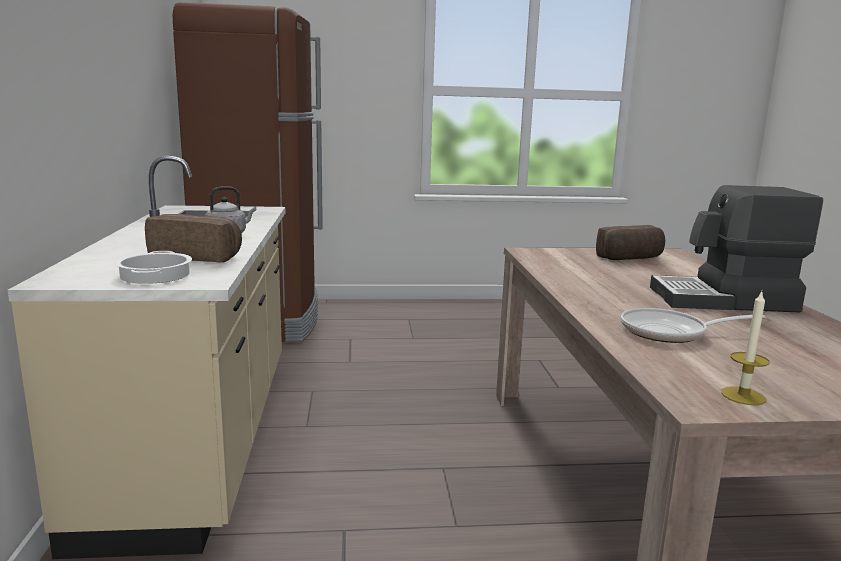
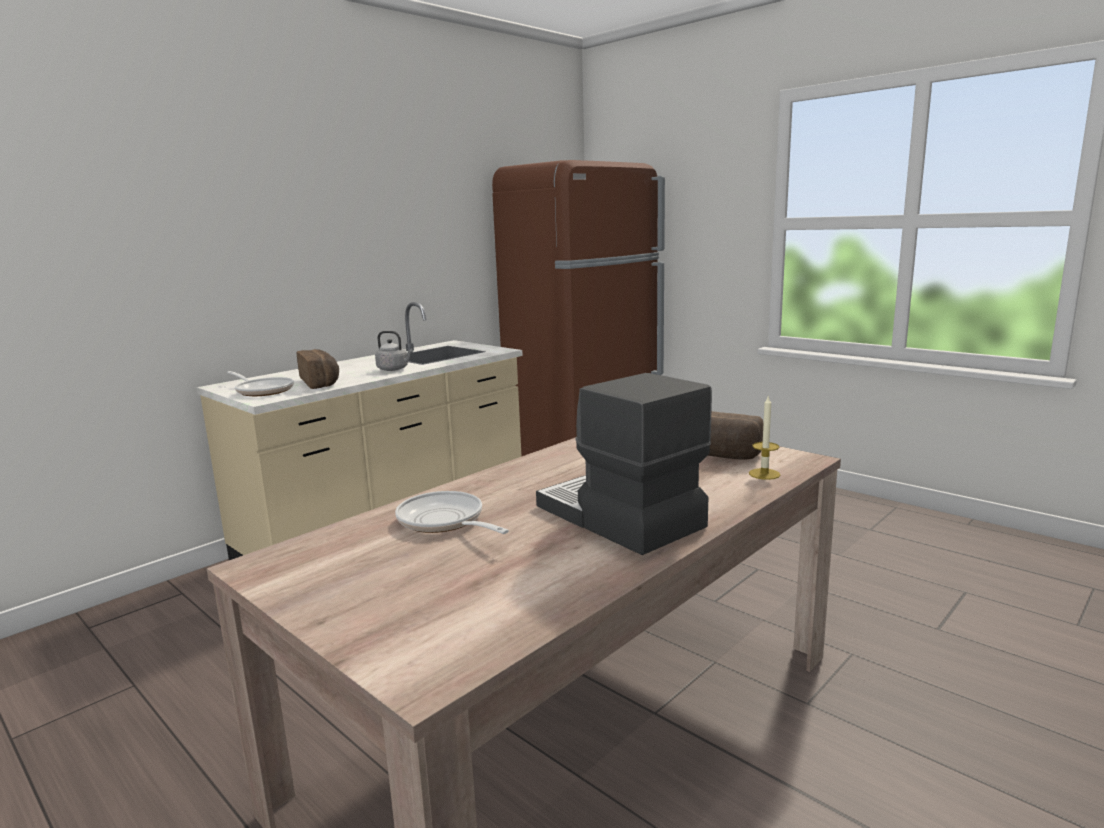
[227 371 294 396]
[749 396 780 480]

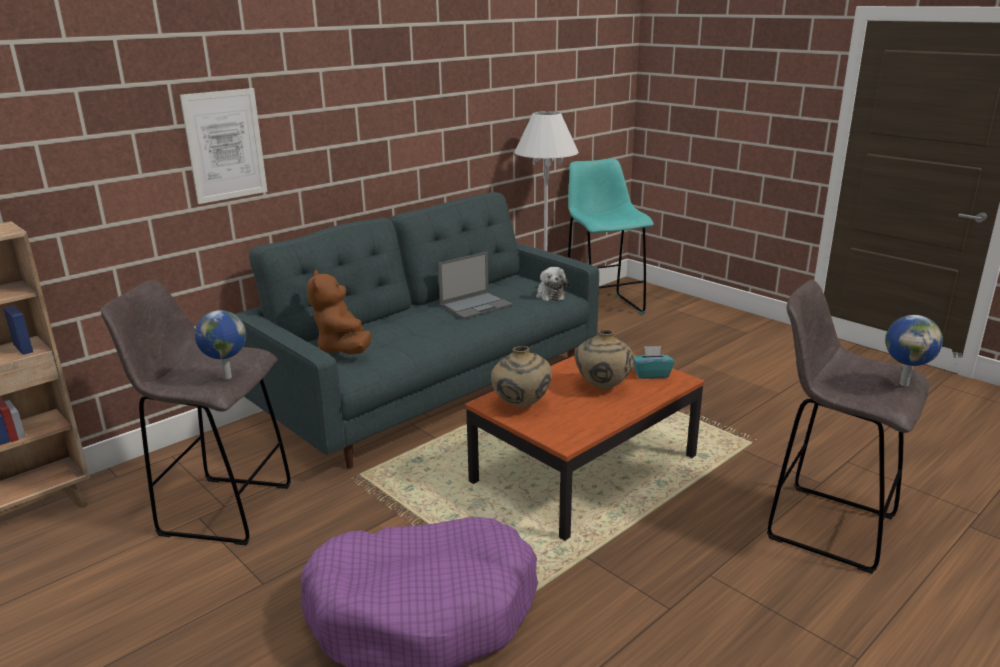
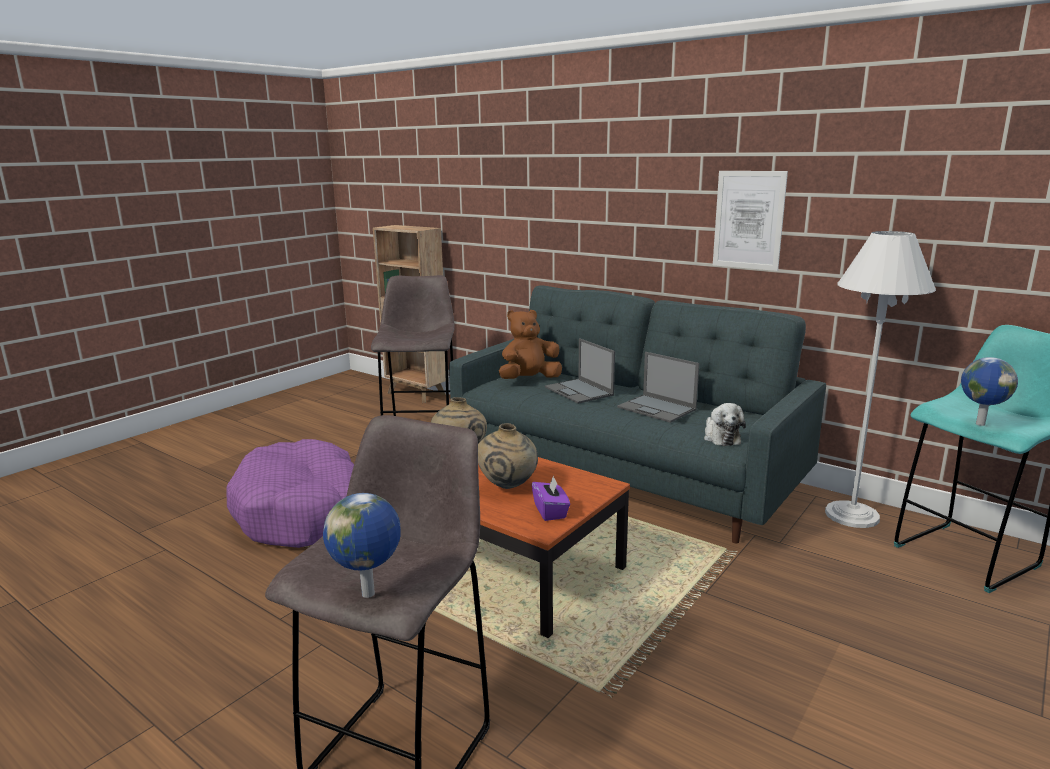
[532 475 570 521]
[545 338 615 404]
[704 403 746 446]
[713 171 788 271]
[961 357 1018 426]

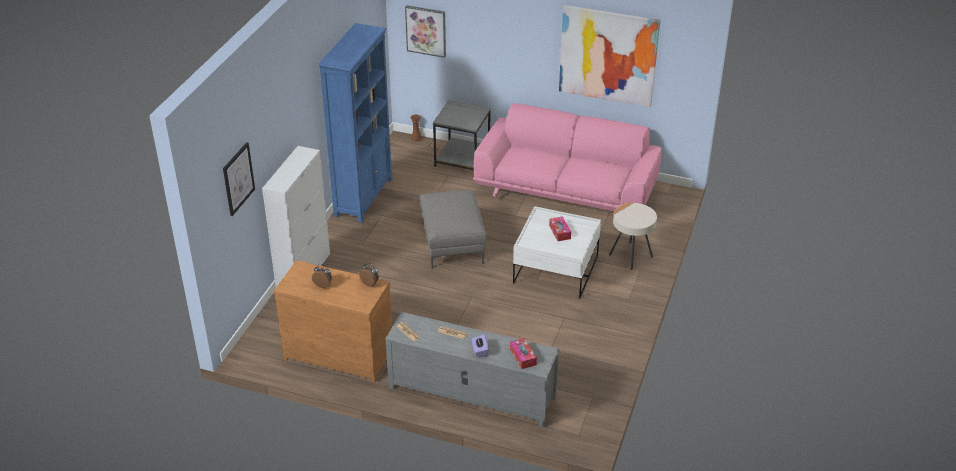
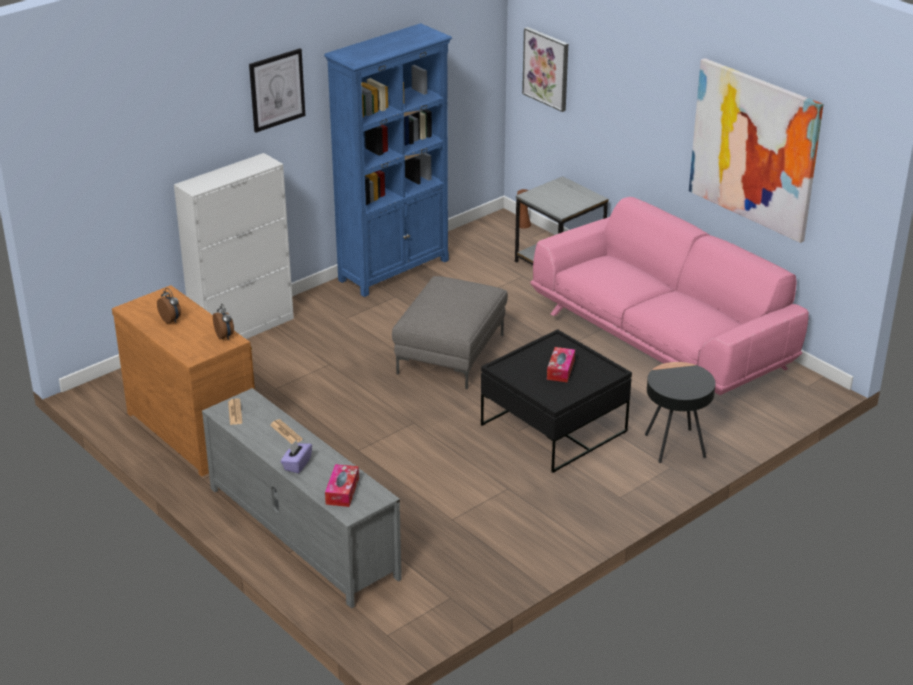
[249 48 305 133]
[481 329 632 473]
[645 362 716 463]

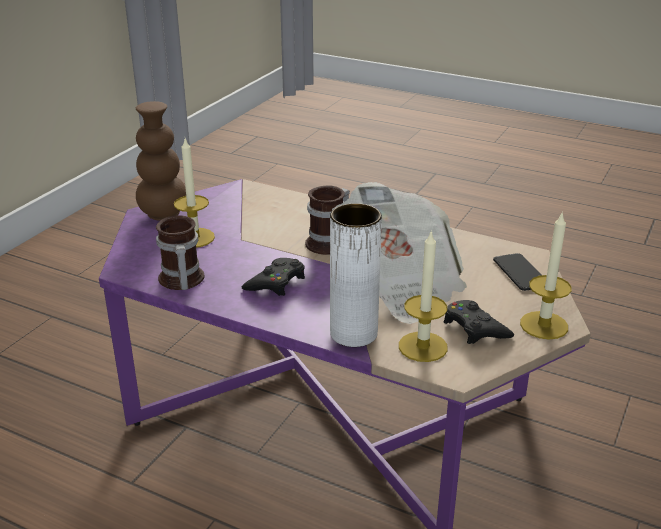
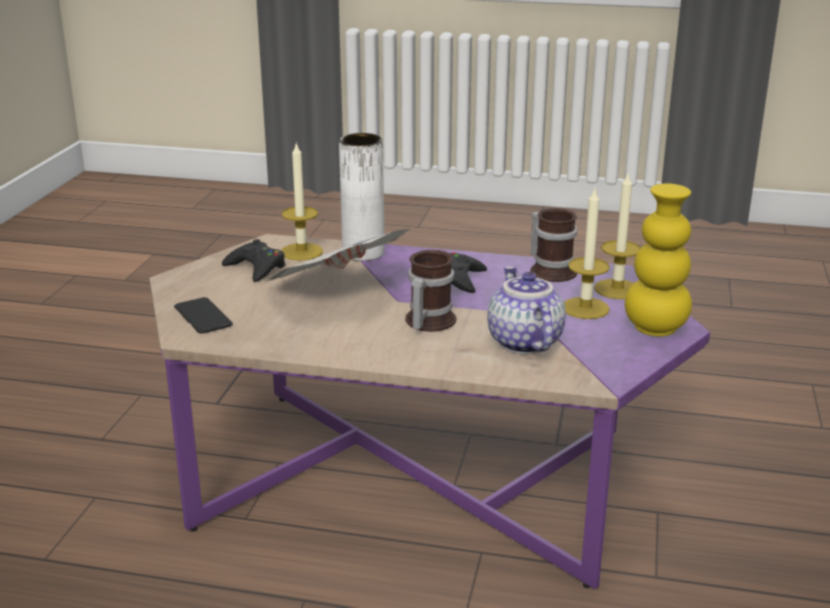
[487 266 566 354]
[594 171 641 299]
[625 184 692 336]

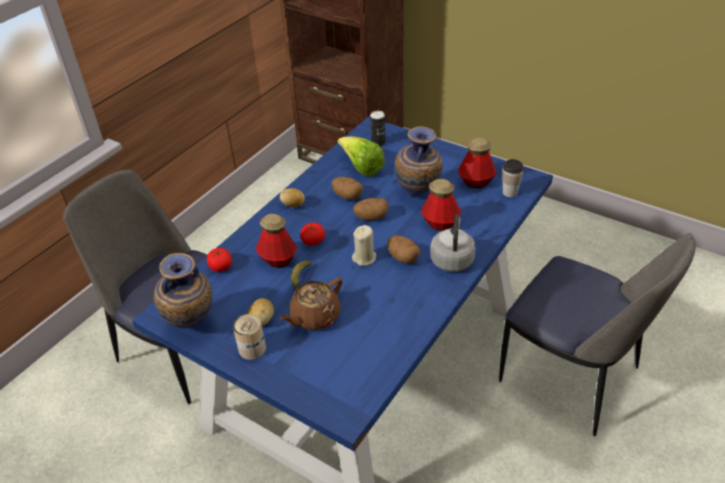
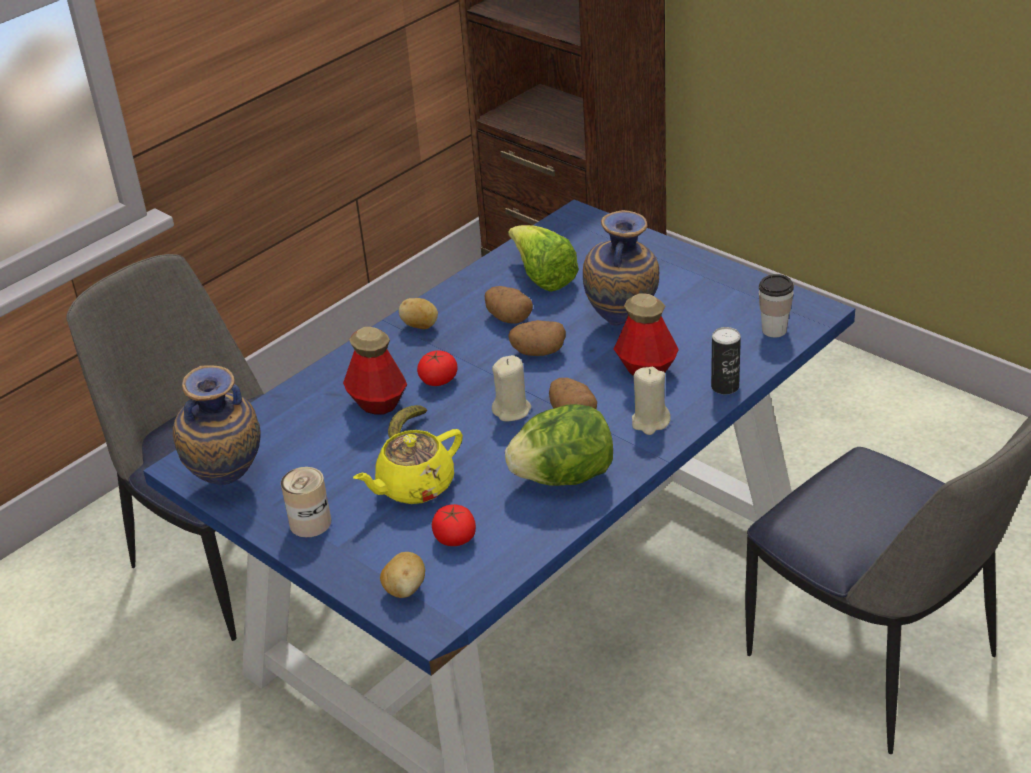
[353 429 463 504]
[380 552 425 598]
[432 504 476 546]
[505 404 613 486]
[632 367 671 435]
[711 327 741 394]
[458 138 496 188] (first image)

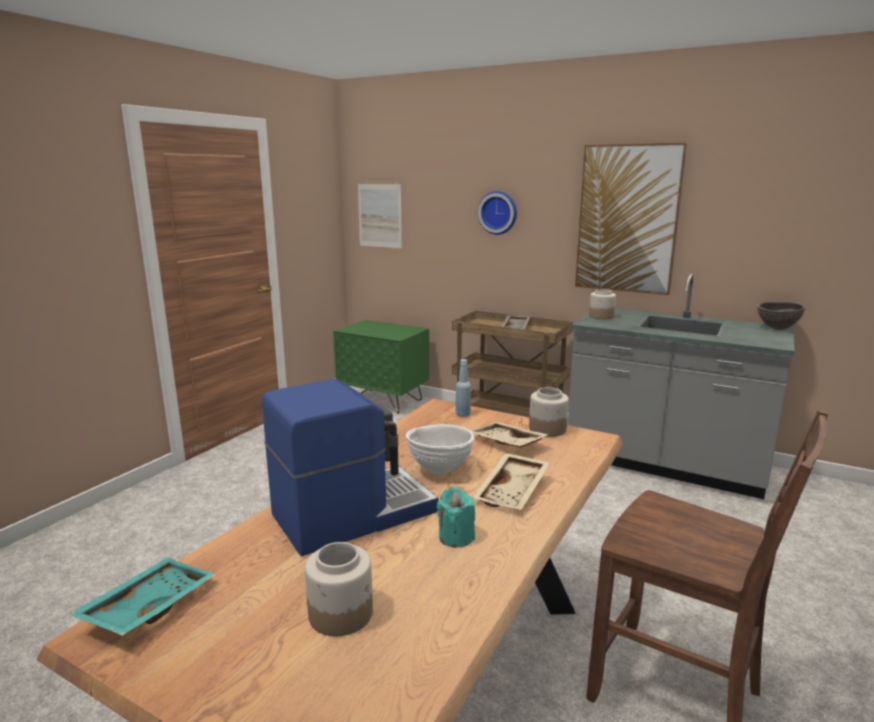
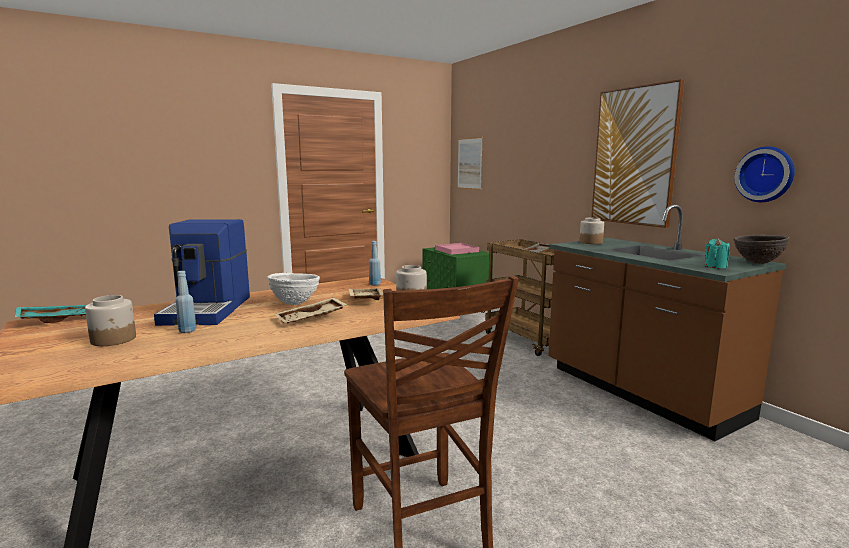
[154 219 250 326]
[176 271 196 333]
[435 243 479 255]
[548 204 786 441]
[705 238 730 269]
[734 146 795 202]

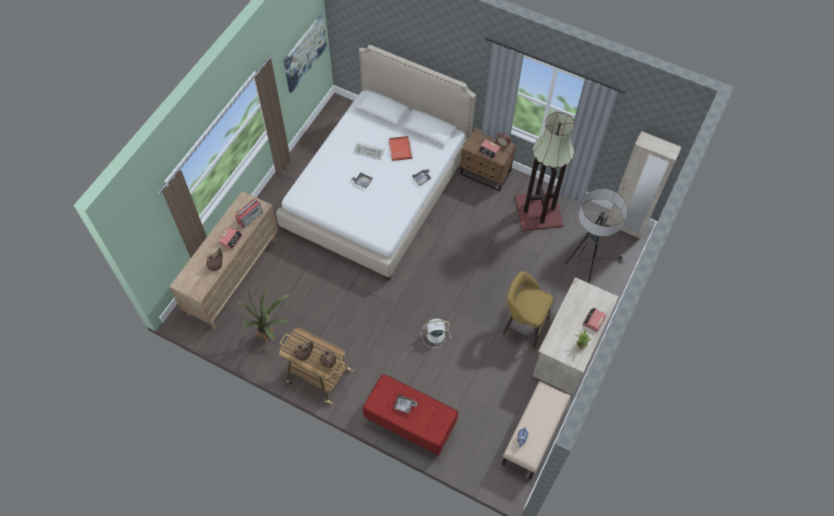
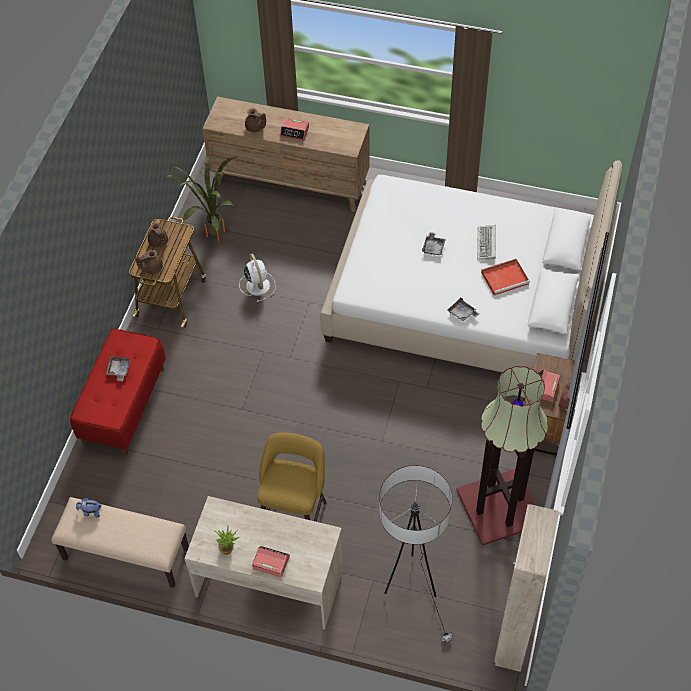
[239 254 276 302]
[235 199 263 228] (first image)
[284 14 327 93] (first image)

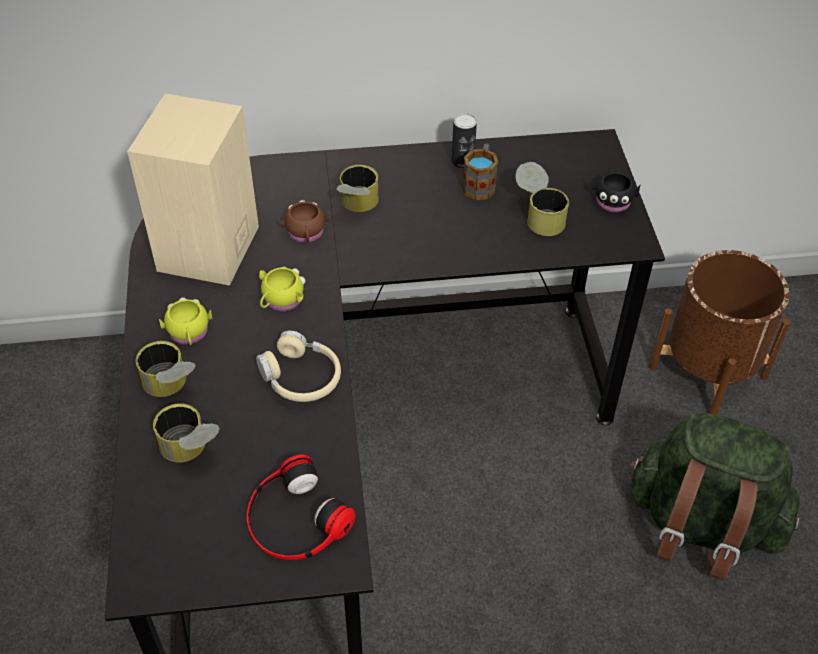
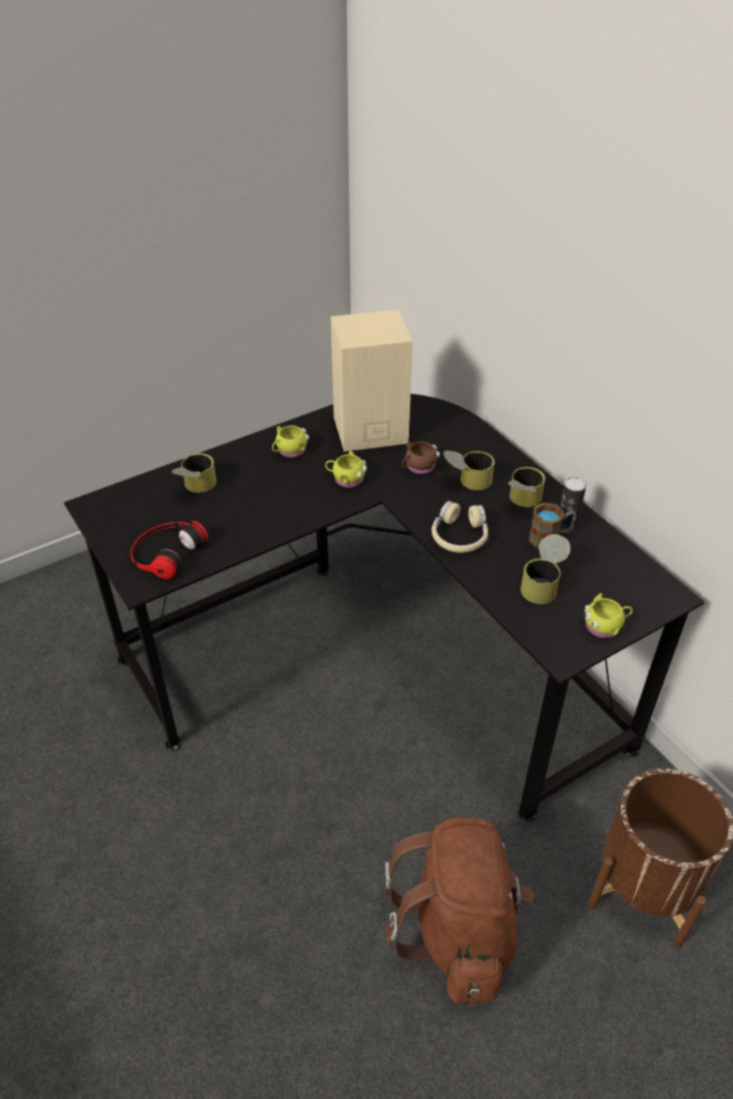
[385 817 534 1006]
[432 501 488 553]
[508 467 545 507]
[584 593 633 638]

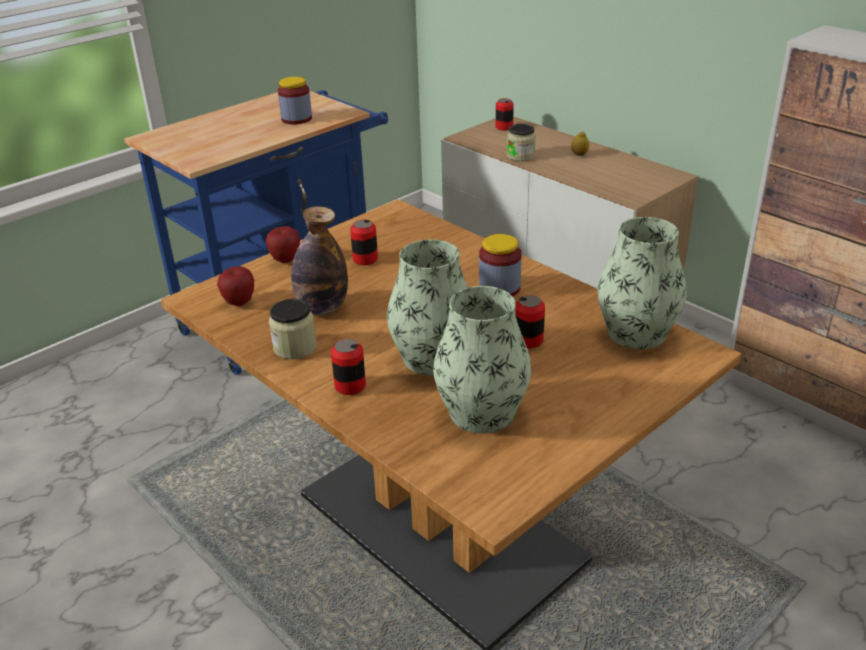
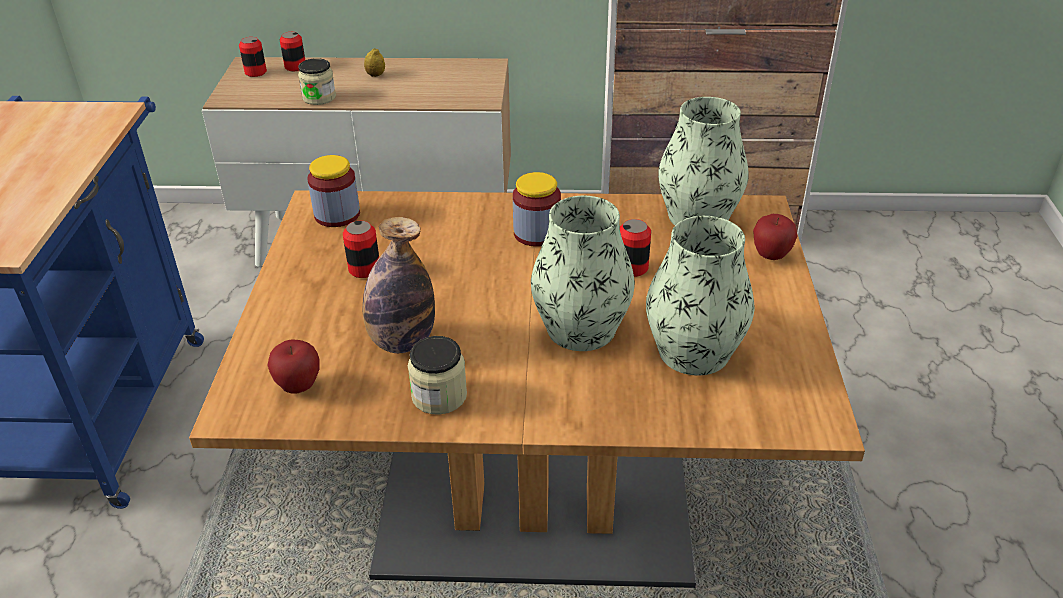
[280 32 305 71]
[307 155 360 227]
[753 214 798 260]

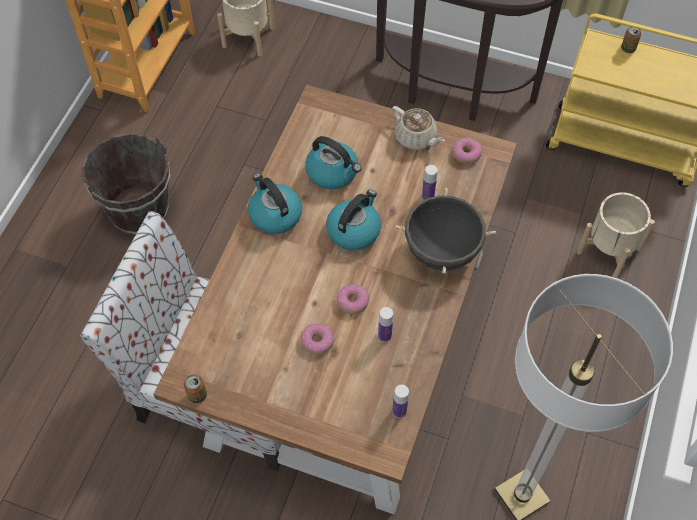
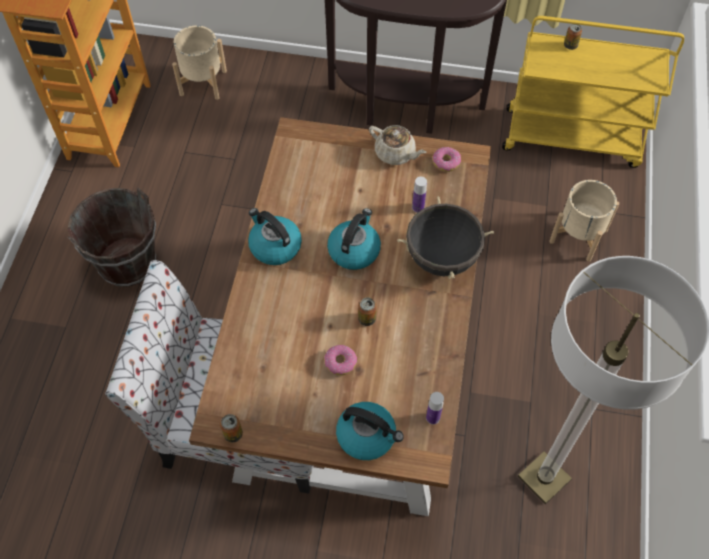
[336 402 404 460]
[358 298 377 326]
[378 307 393 342] (first image)

